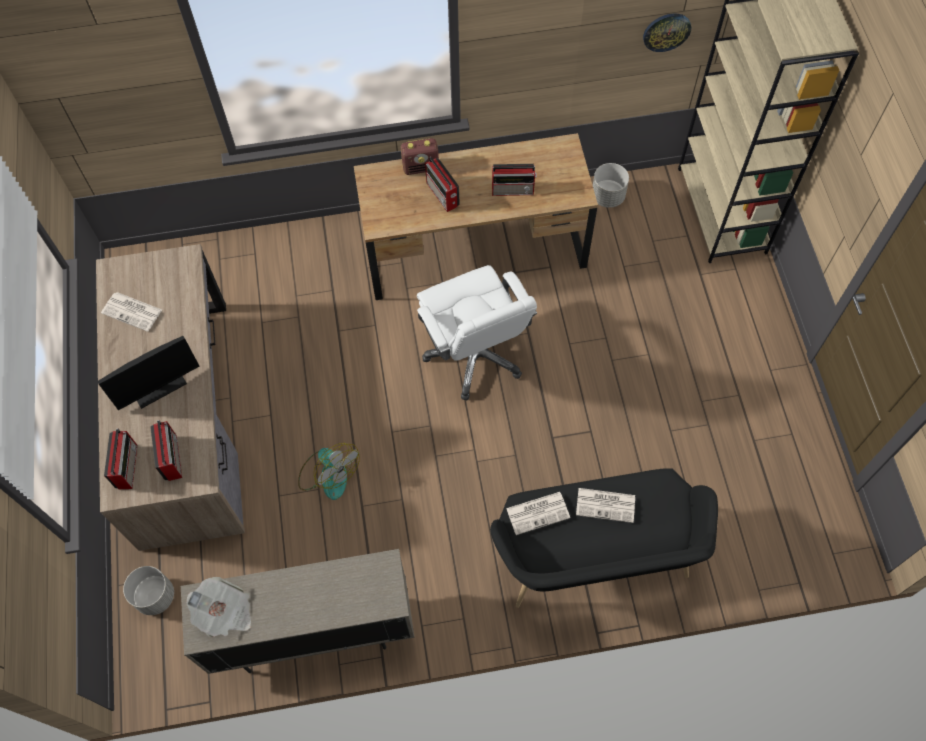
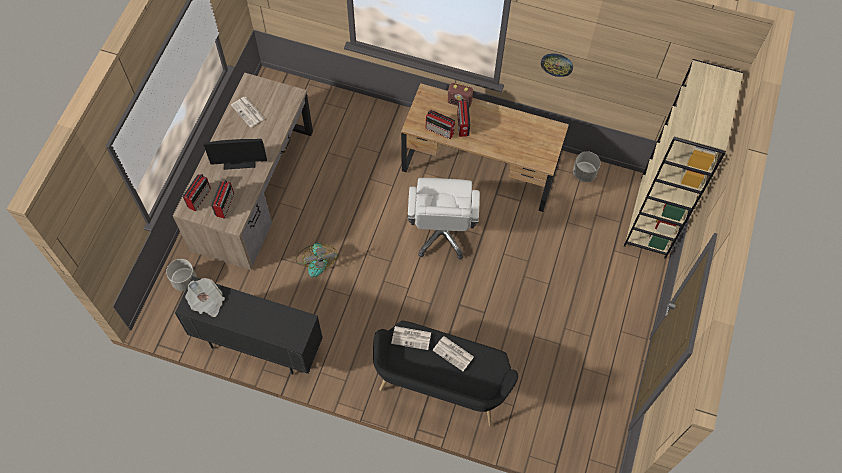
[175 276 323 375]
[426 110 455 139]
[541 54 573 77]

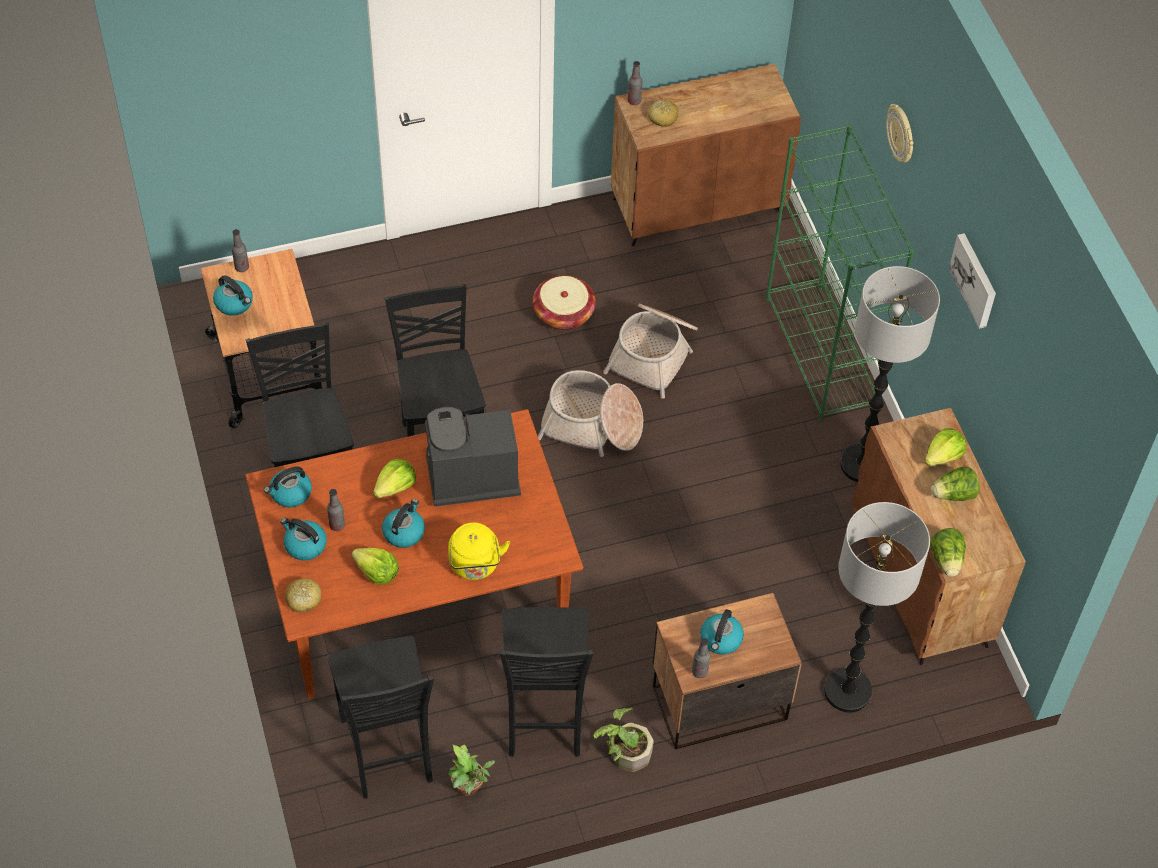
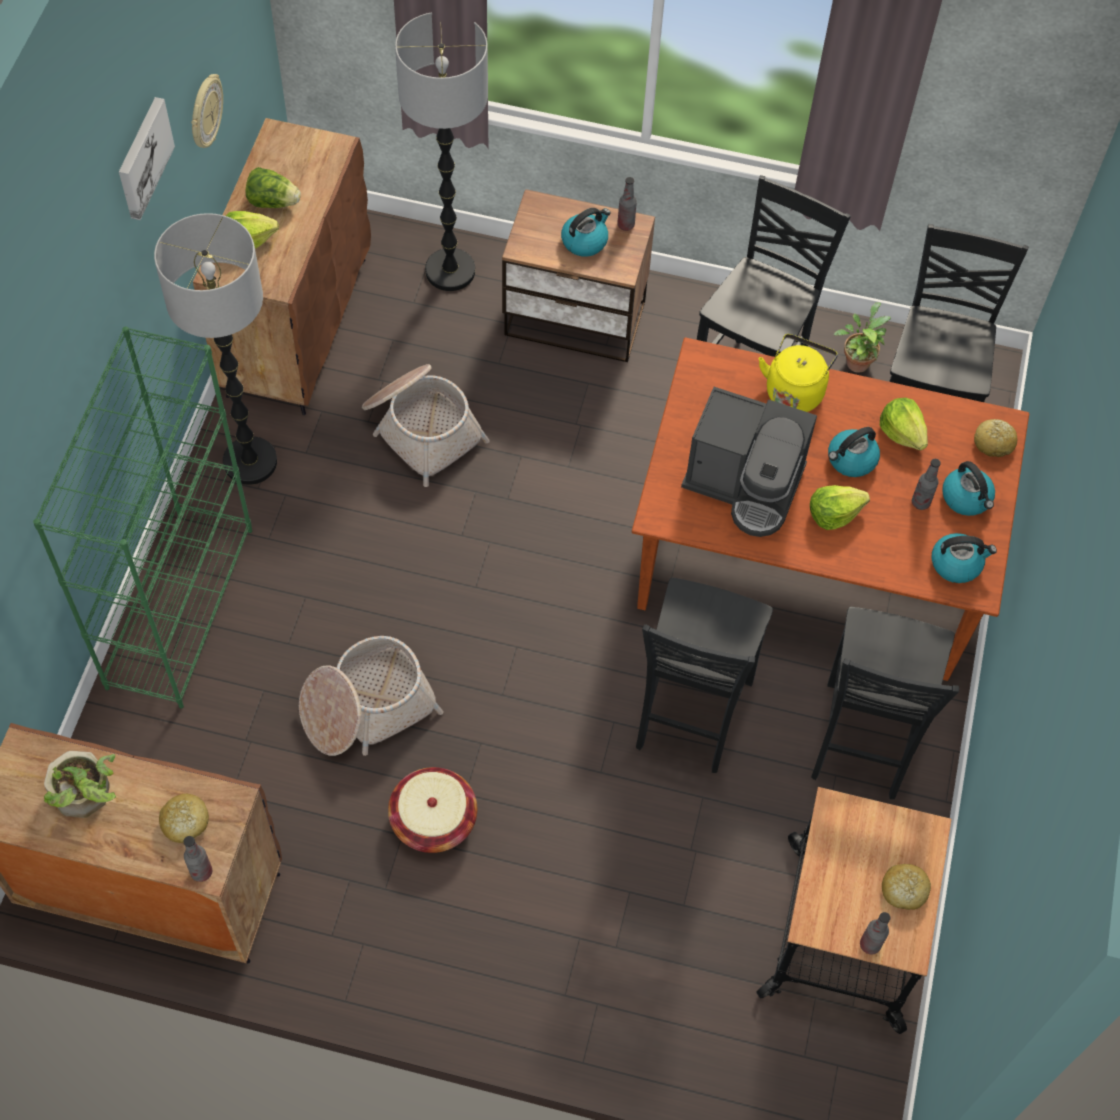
[44 751 116 818]
[191 74 223 148]
[362 364 490 487]
[882 864 931 910]
[930 528 966 577] (first image)

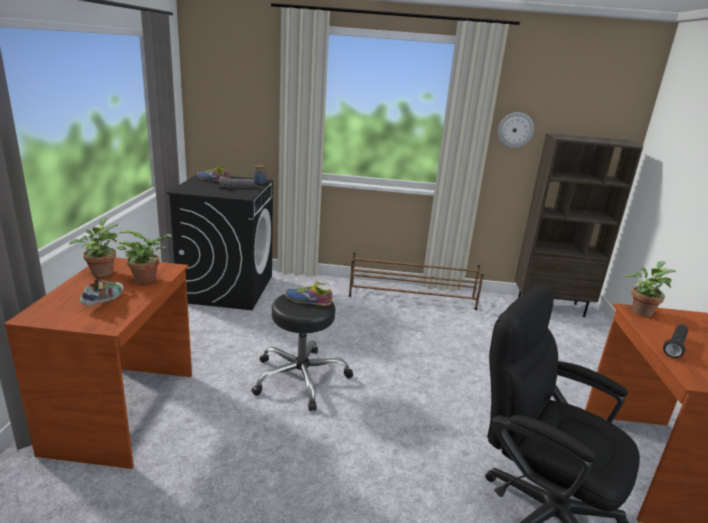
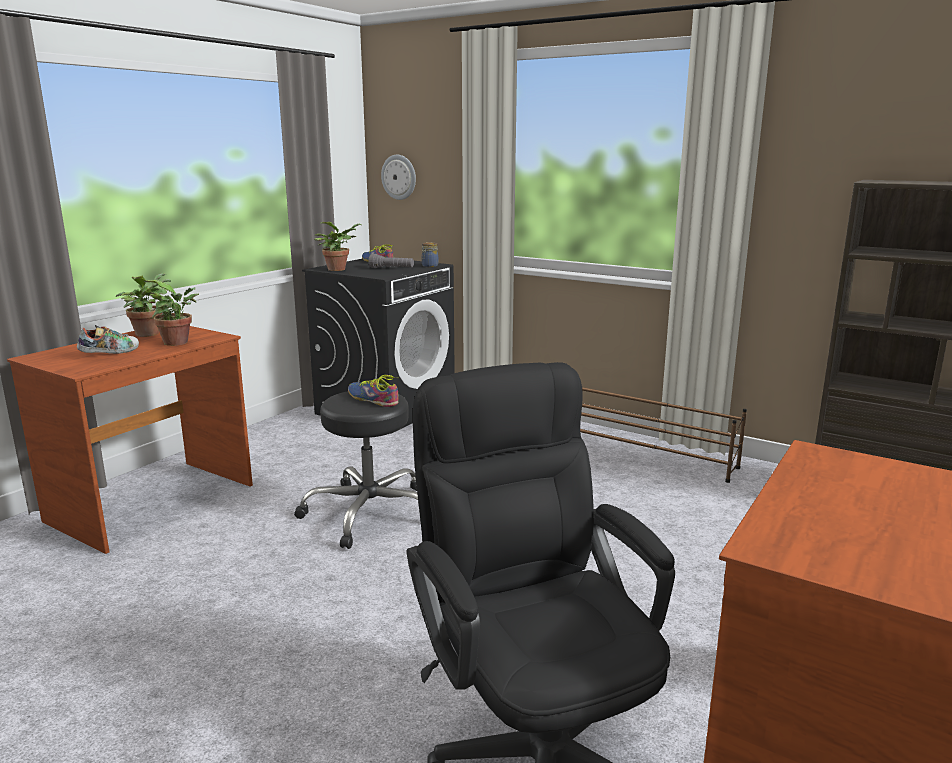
[314 222 361 271]
[381 154 416 200]
[663 325 688 358] (first image)

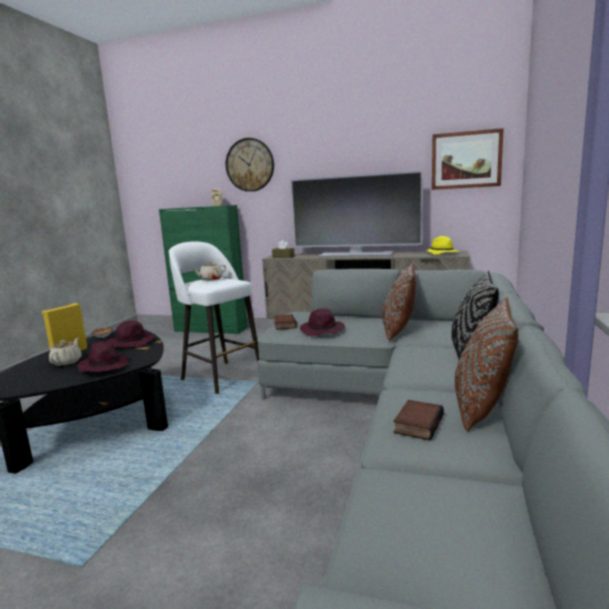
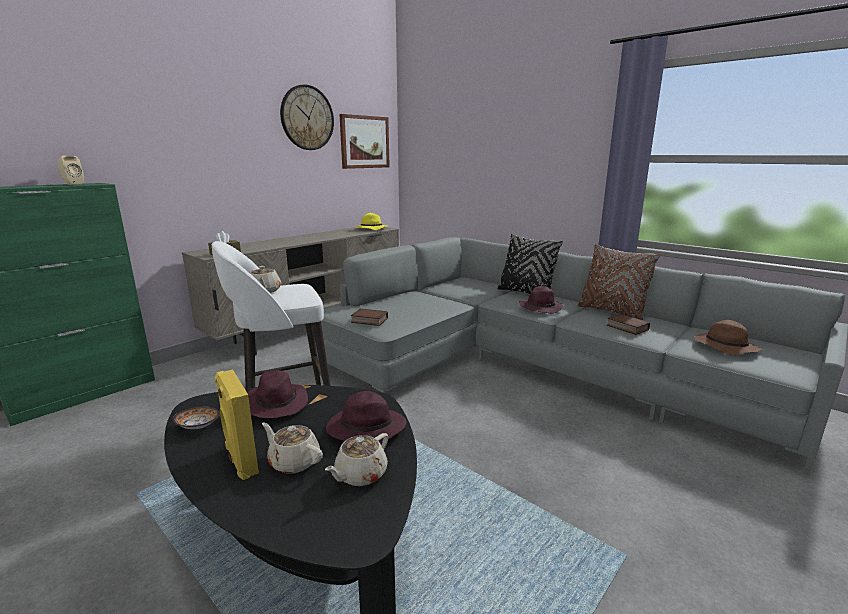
[280 85 334 150]
[325 433 388 486]
[519 286 564 314]
[694 320 761 354]
[290 170 423 257] (first image)
[382 263 416 340] (first image)

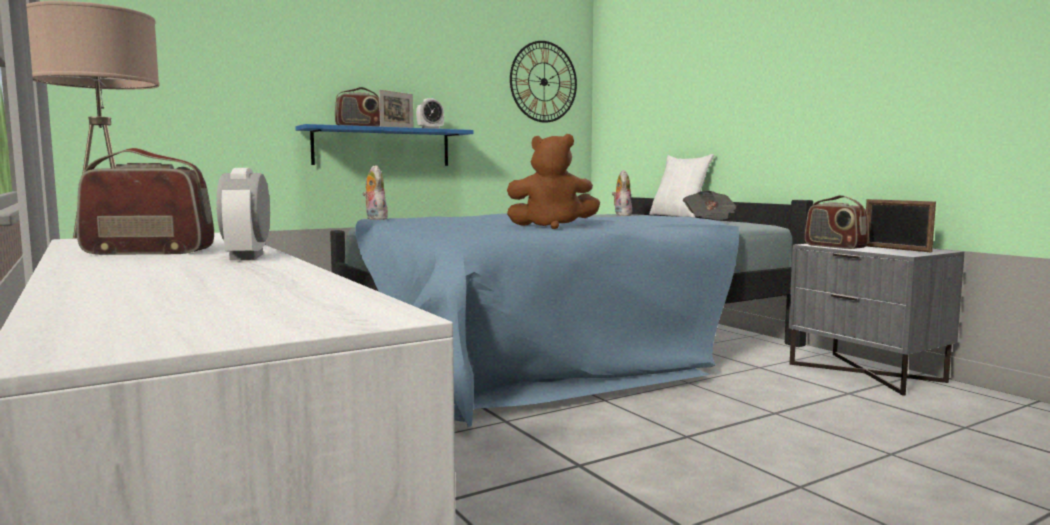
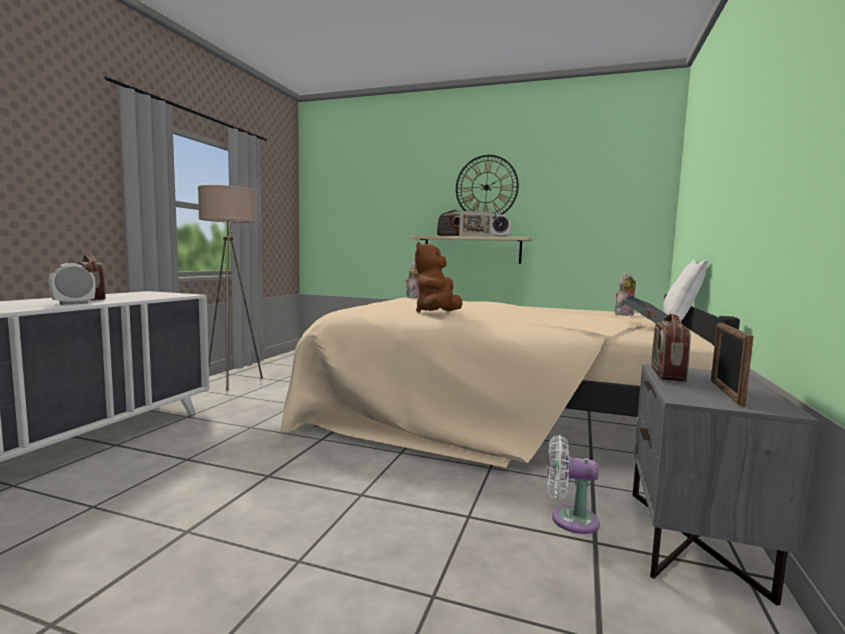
[280 294 740 468]
[410 236 532 264]
[415 242 463 312]
[456 155 519 219]
[547 435 600 534]

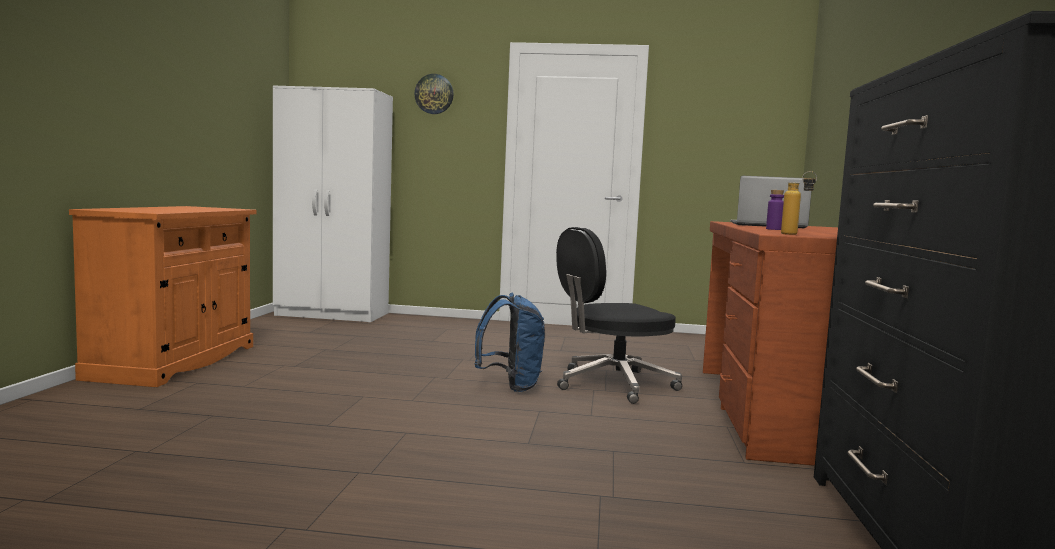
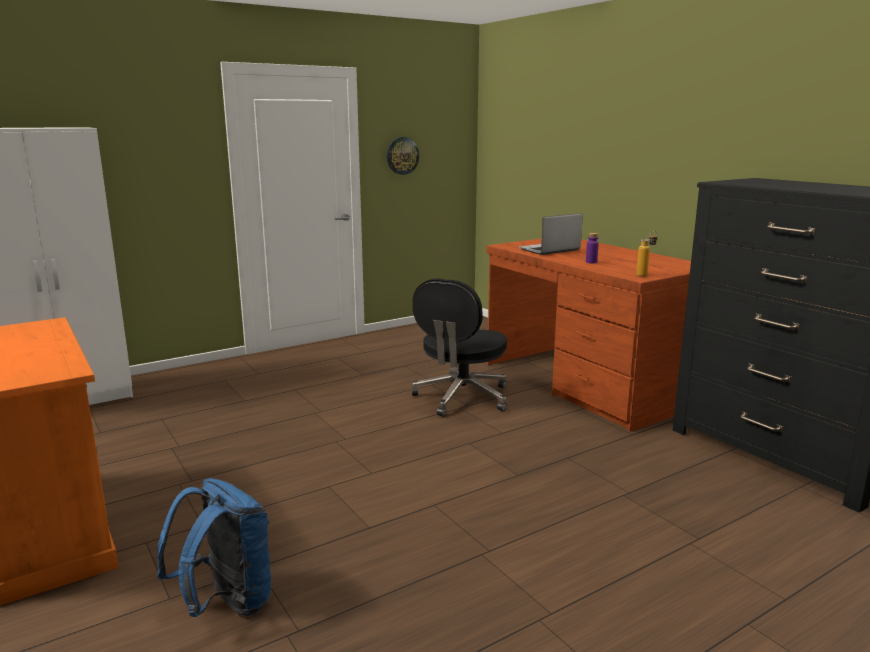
[157 478 272 617]
[386 137 419 175]

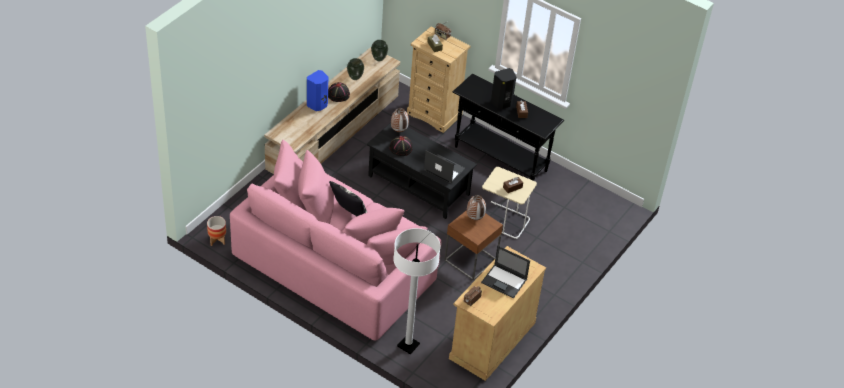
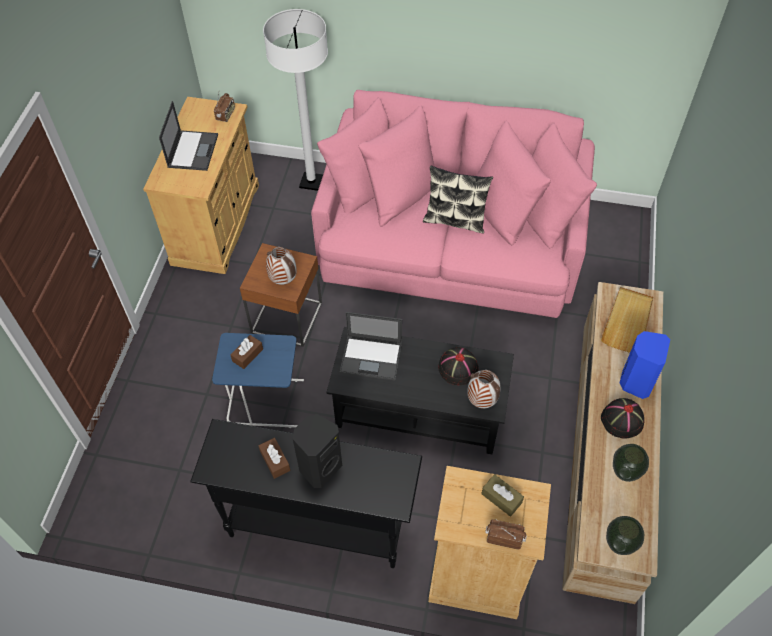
[159 101 218 171]
[212 333 304 428]
[601 287 653 353]
[207 216 226 246] (first image)

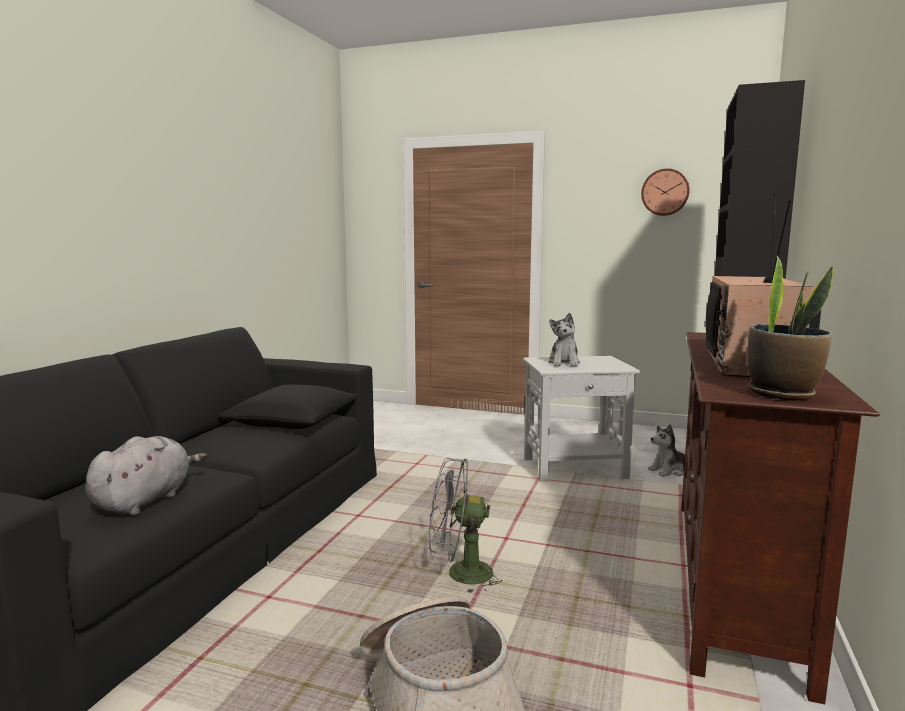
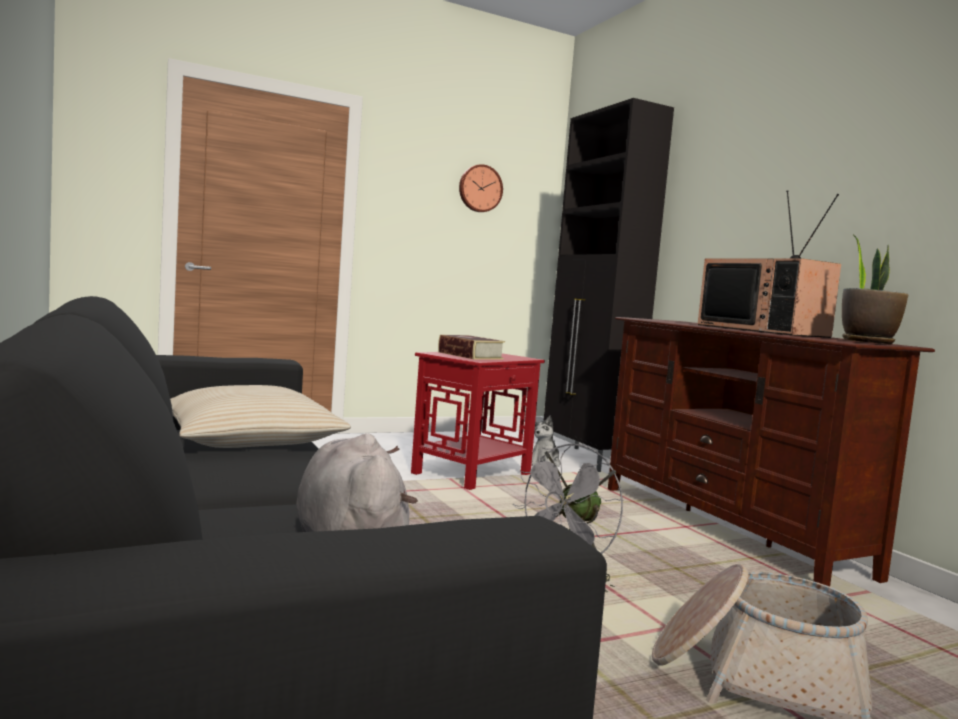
[170 385 351 448]
[411 352 545 490]
[438 335 505 359]

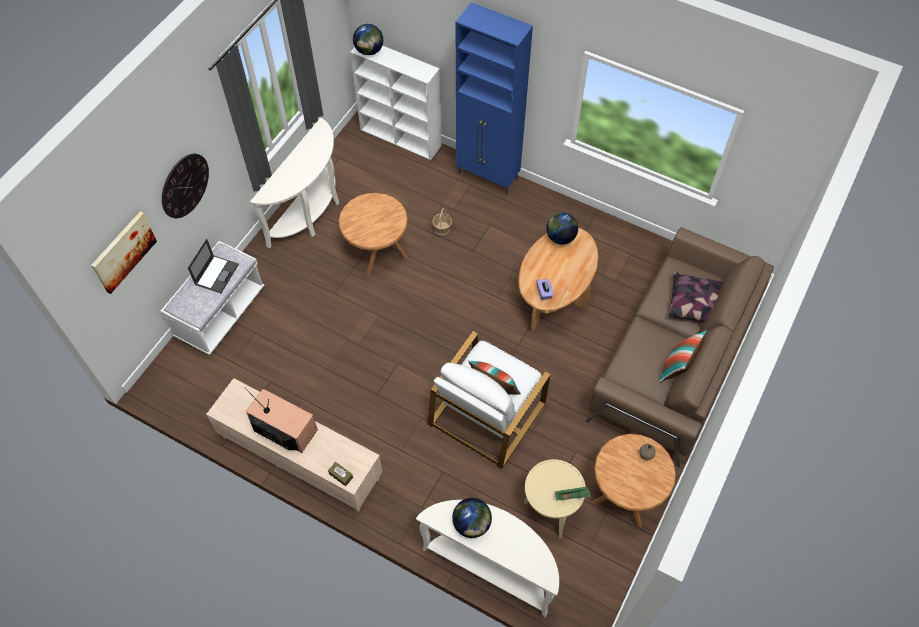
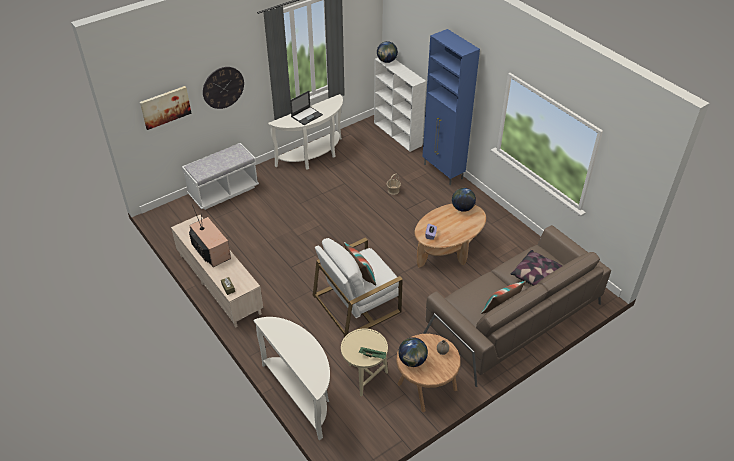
[290 91 323 125]
[398 337 428 367]
[338 193 408 275] (first image)

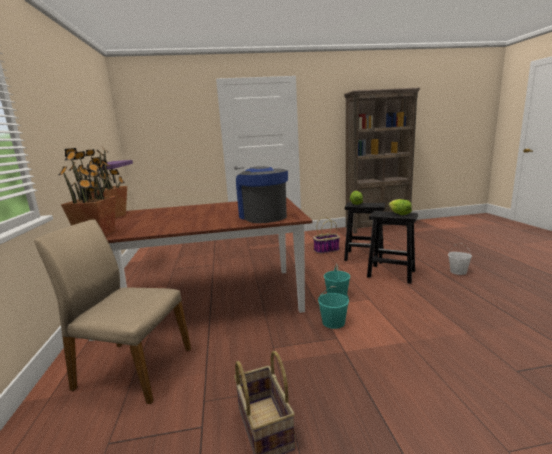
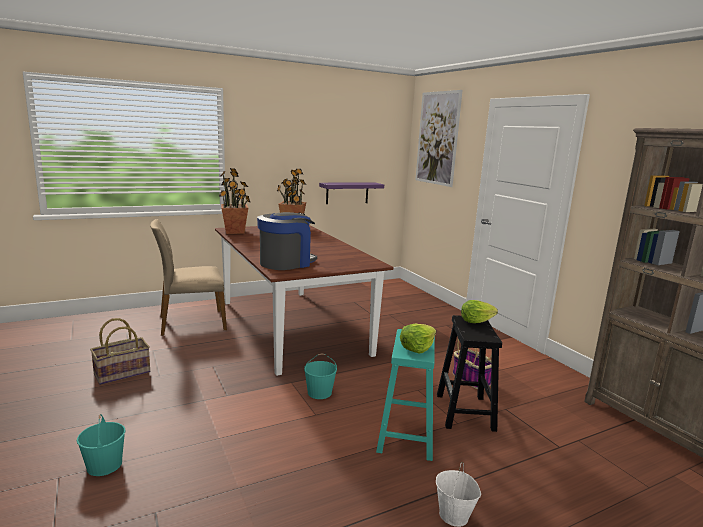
[77 414 125 476]
[150 219 227 336]
[376 329 435 461]
[415 90 462 187]

